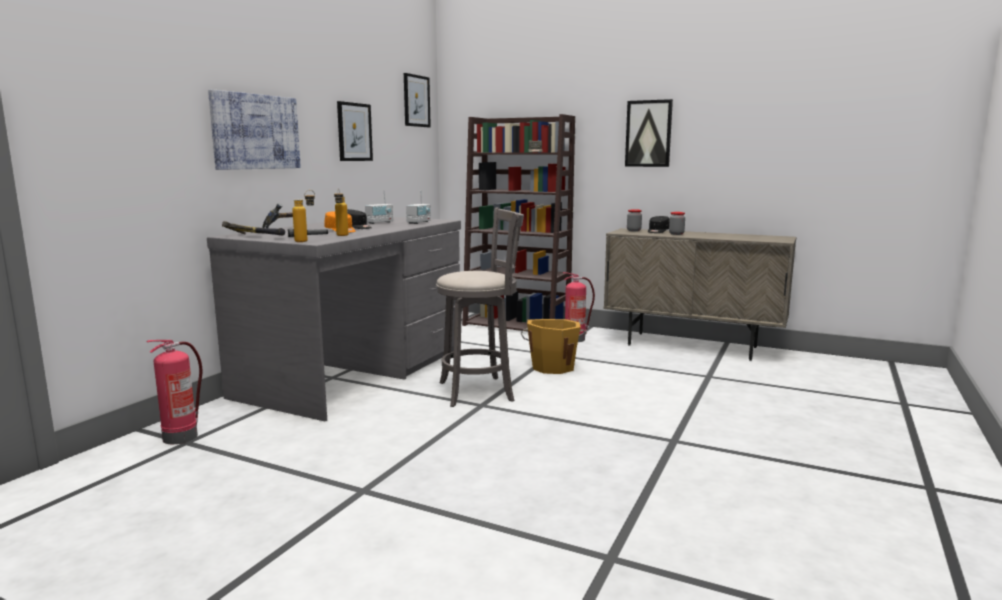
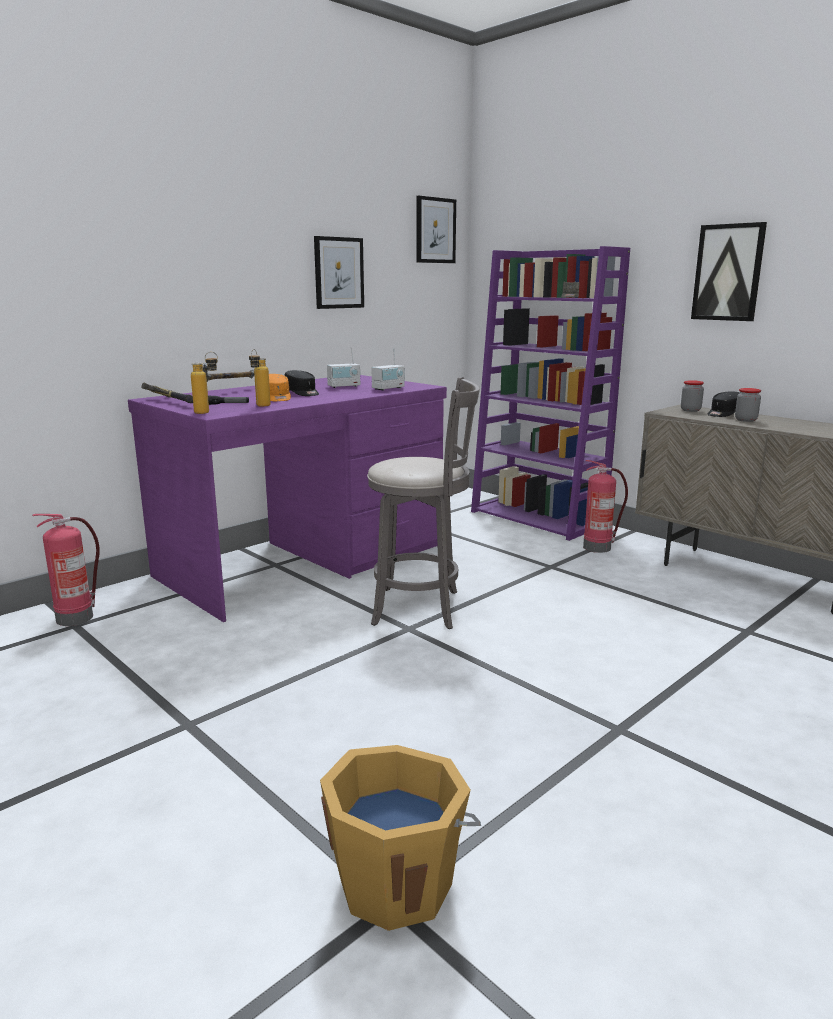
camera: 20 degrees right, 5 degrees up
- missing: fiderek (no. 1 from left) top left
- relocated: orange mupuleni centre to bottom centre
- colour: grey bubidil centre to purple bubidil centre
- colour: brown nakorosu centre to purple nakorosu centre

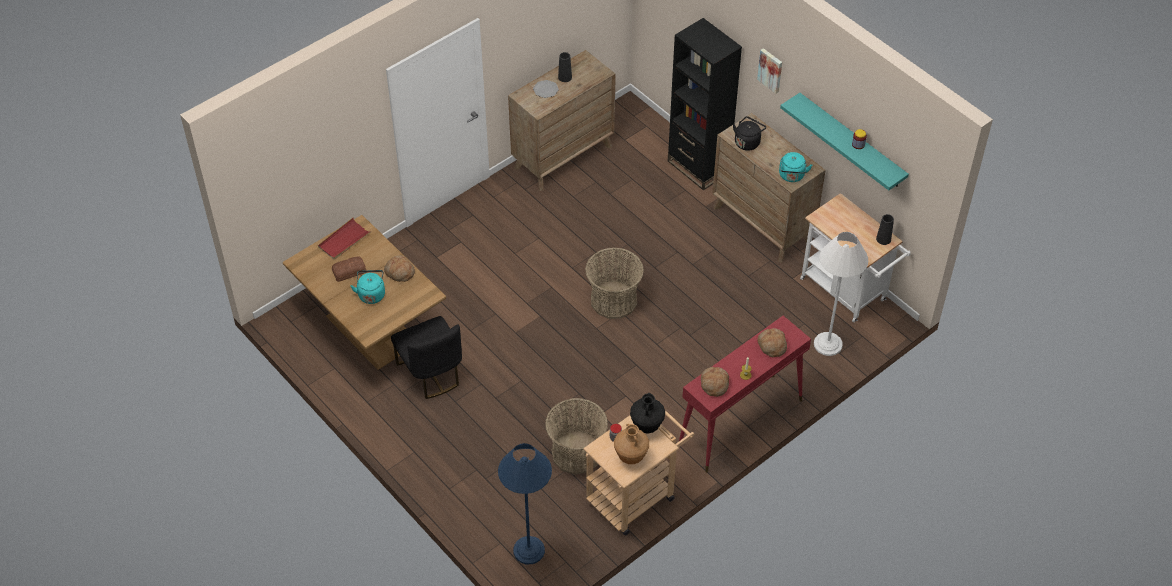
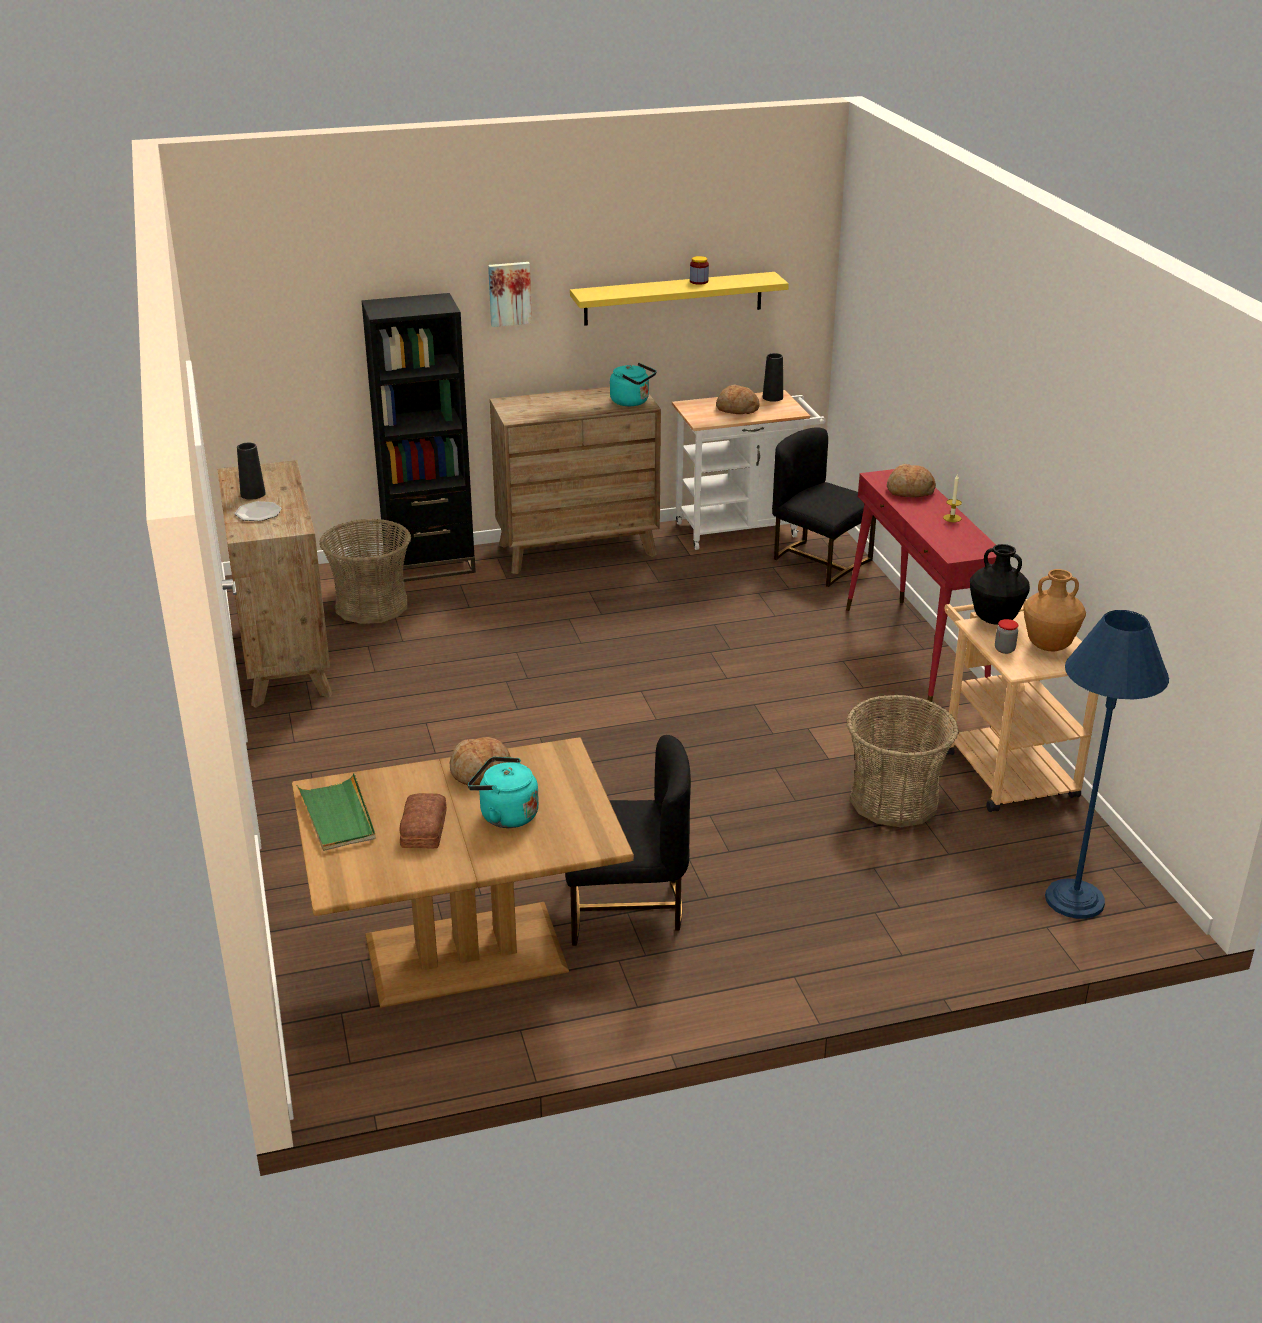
camera: 65 degrees left, 20 degrees down
- missing: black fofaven top centre
- relocated: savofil (no. 2 from left in the first image) centre to savofil (no. 1 from left) middle left
- relocated: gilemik (no. 3 from left) centre to top centre
- exchanged: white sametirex middle right to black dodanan (no. 2 from left) centre
- colour: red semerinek middle left to green semerinek middle left
- colour: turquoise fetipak top right to yellow fetipak top centre

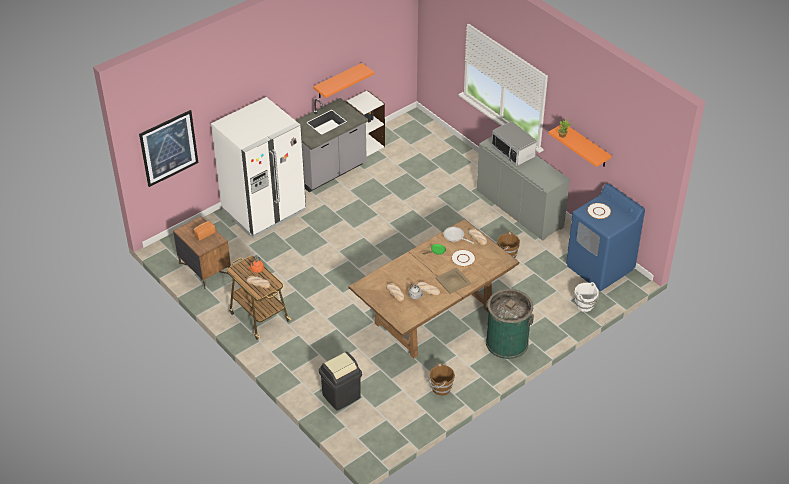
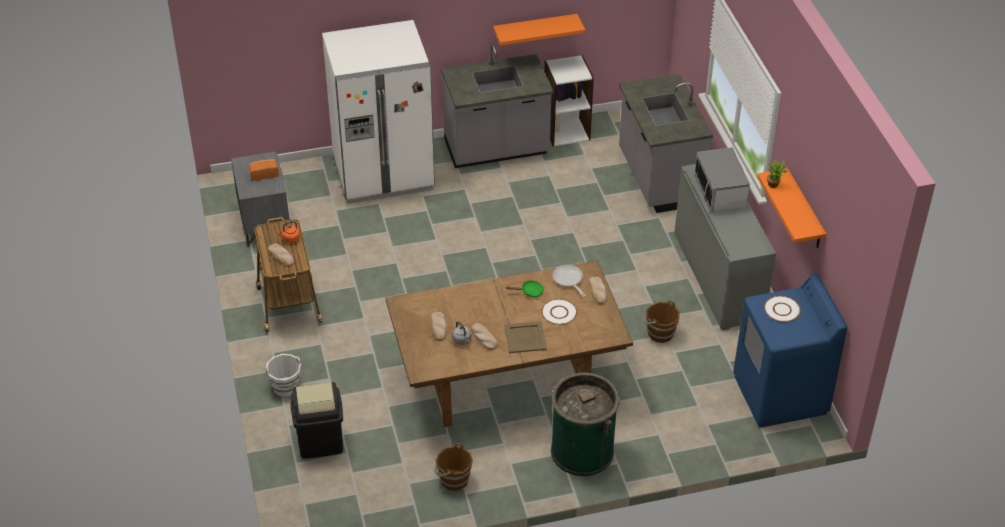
camera: 25 degrees right, 0 degrees up
- missing: fiderek top left
- appeared: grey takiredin (no. 2 from left) top centre
- relocated: white mupuleni middle right to bottom left
- colour: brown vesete middle left to grey vesete middle left

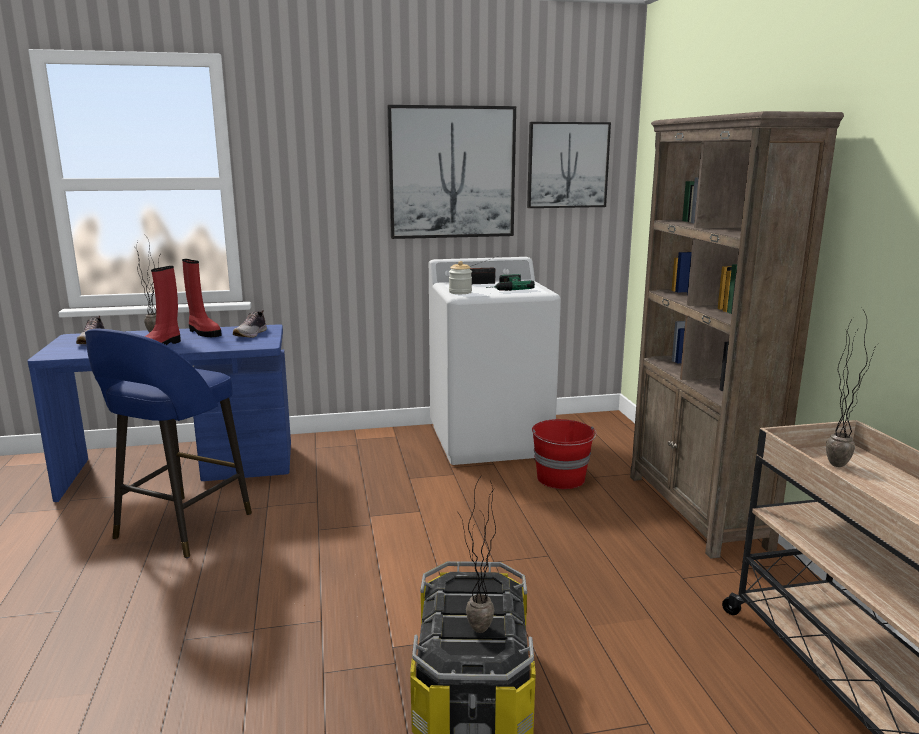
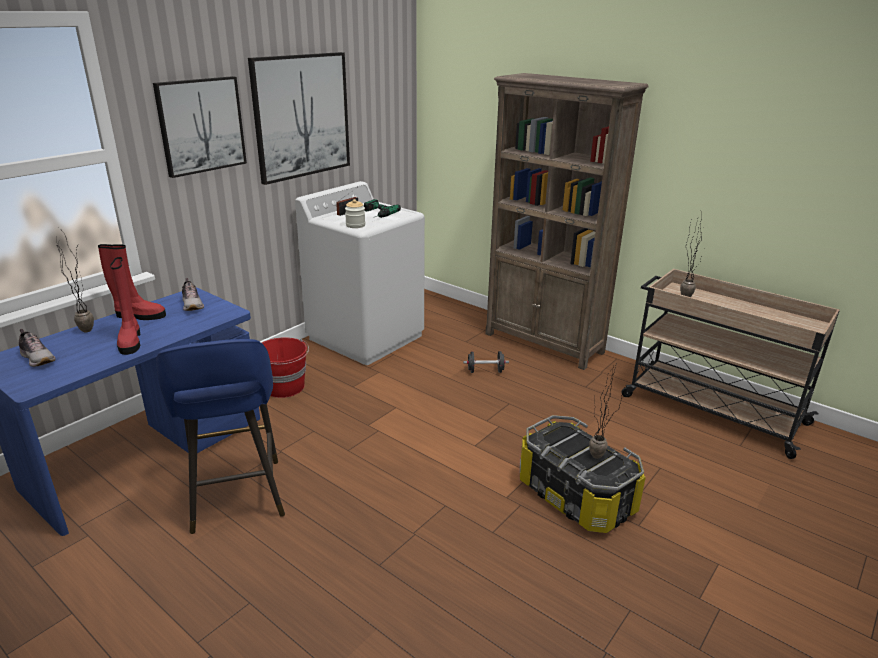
camera: 40 degrees left, 10 degrees up
- appeared: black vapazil centre
- relocated: fiderek (no. 2 from left in the first image) top centre to fiderek (no. 1 from left) top left
- relocated: red mupuleni centre to middle left

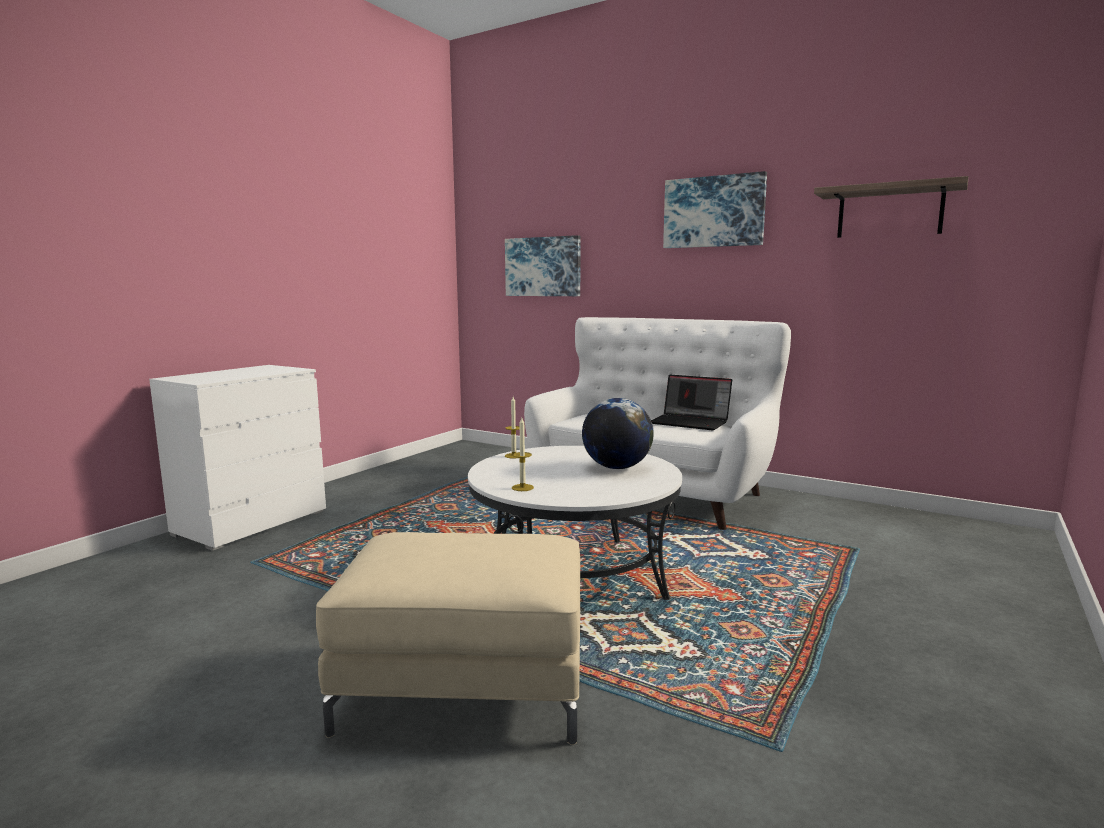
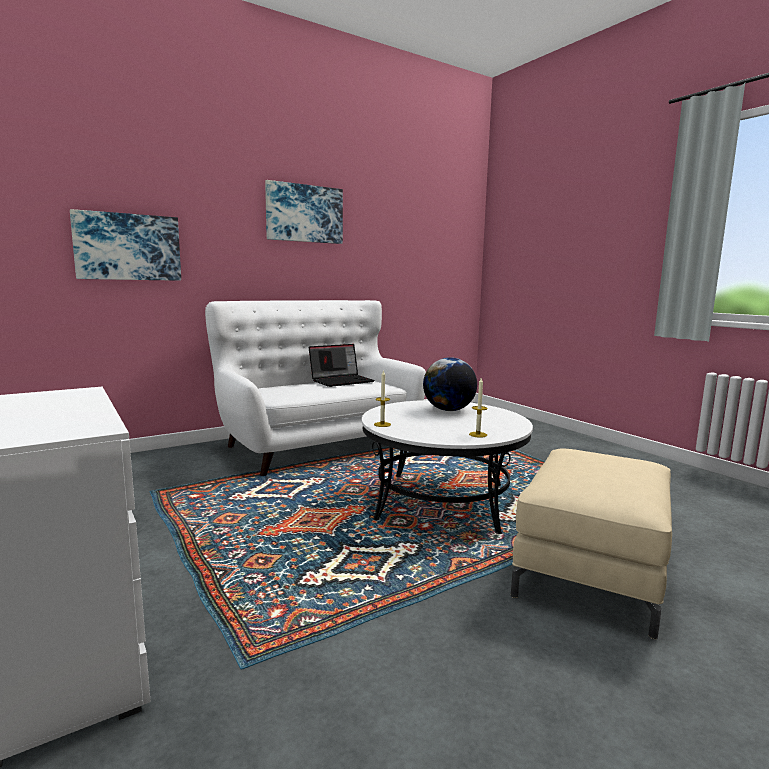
camera: 65 degrees left, 0 degrees up
- missing: fetipak top right

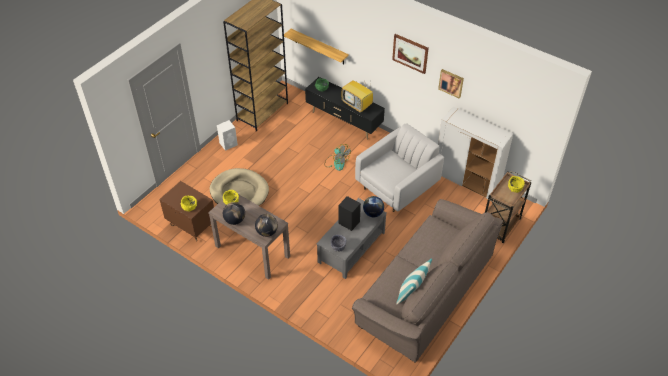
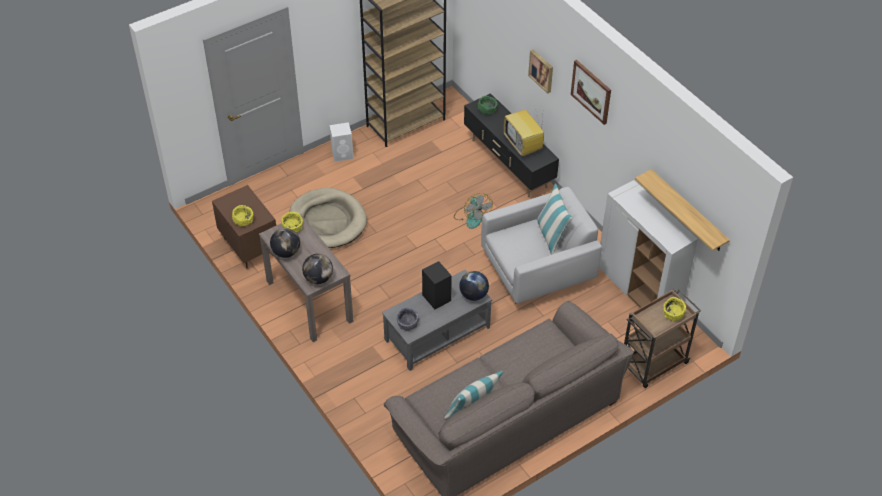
camera: 20 degrees right, 0 degrees up
- appeared: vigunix (no. 2 from left) centre
- relocated: fetipak top centre to middle right
- relocated: fiderek (no. 2 from left in the first image) top right to fiderek (no. 1 from left) top centre

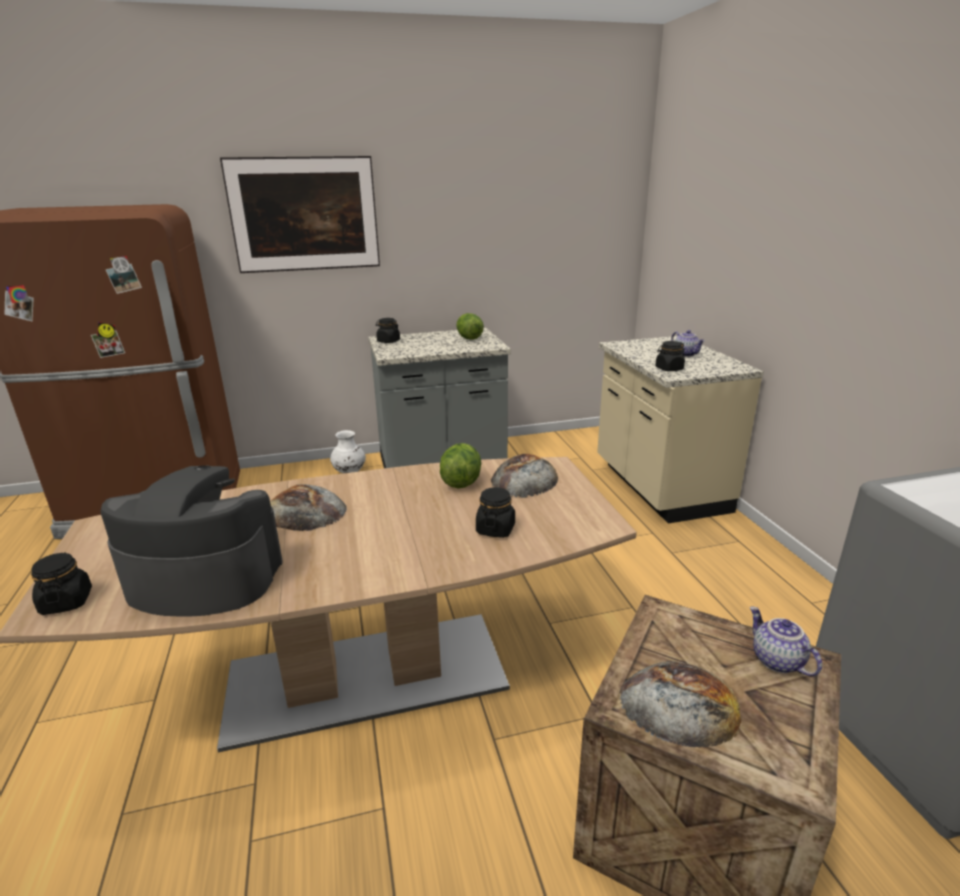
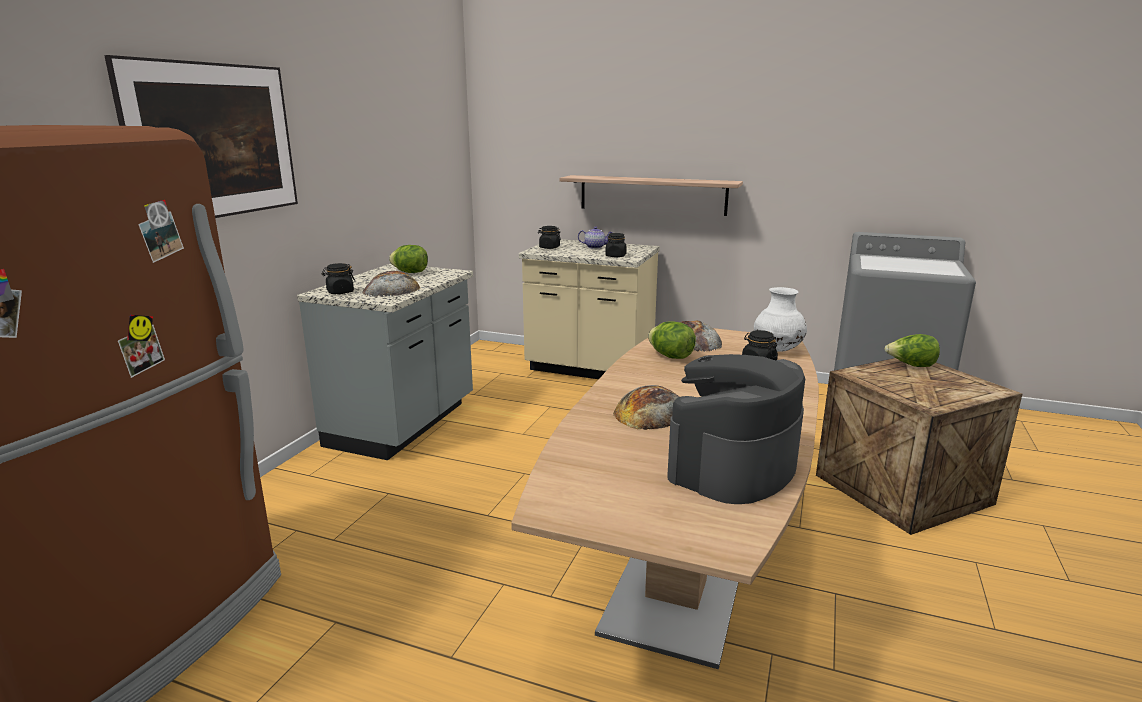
camera: 55 degrees left, 5 degrees down
- appeared: fetipak top centre
- relocated: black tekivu (no. 1 from left in the first image) middle left to black tekivu (no. 2 from left) centre
- relocated: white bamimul centre to middle right
- relocated: gilemik (no. 3 from left in the first image) bottom right to gilemik (no. 1 from left) centre
- exchanged: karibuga (no. 2 from left) bottom right to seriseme (no. 3 from left) middle right

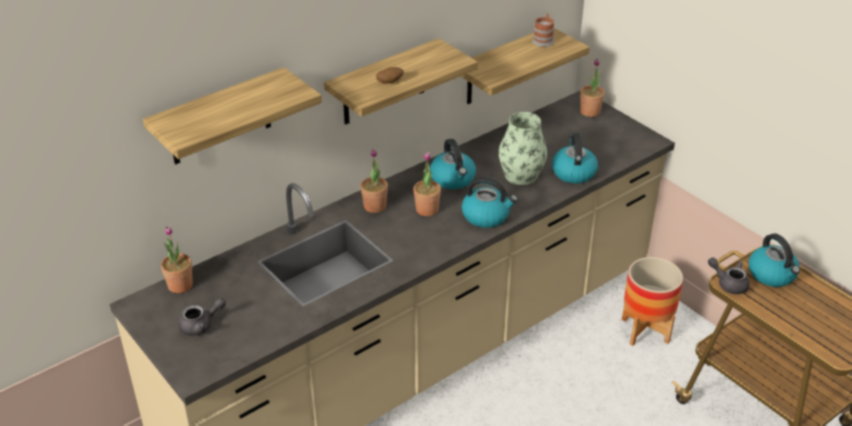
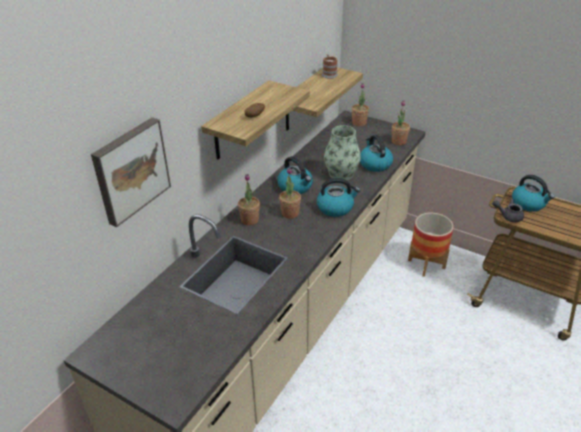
camera: 20 degrees left, 0 degrees up
- missing: grey karibuga (no. 1 from left) bottom left
- relocated: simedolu (no. 1 from left in the first image) middle left to simedolu (no. 4 from left) top right
- exchanged: fetipak (no. 1 from left) top left to fiderek middle left

